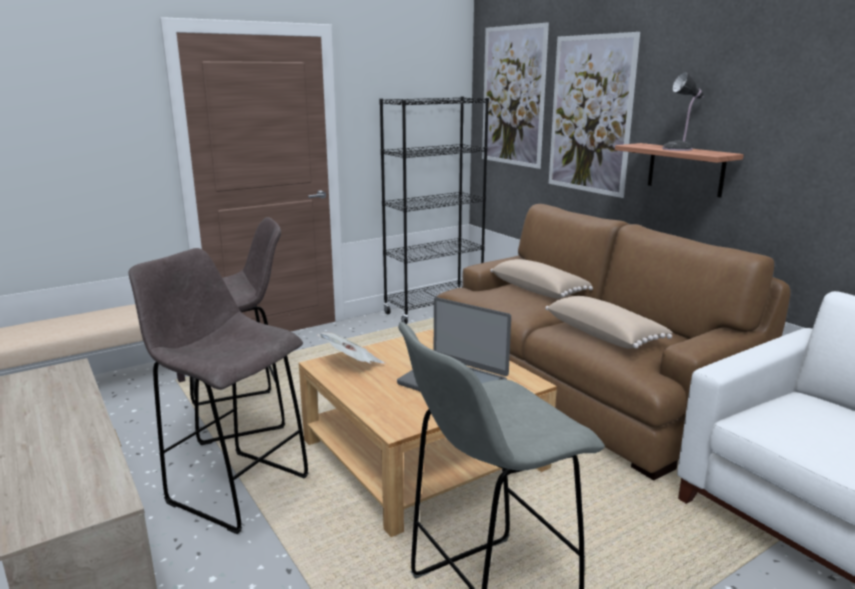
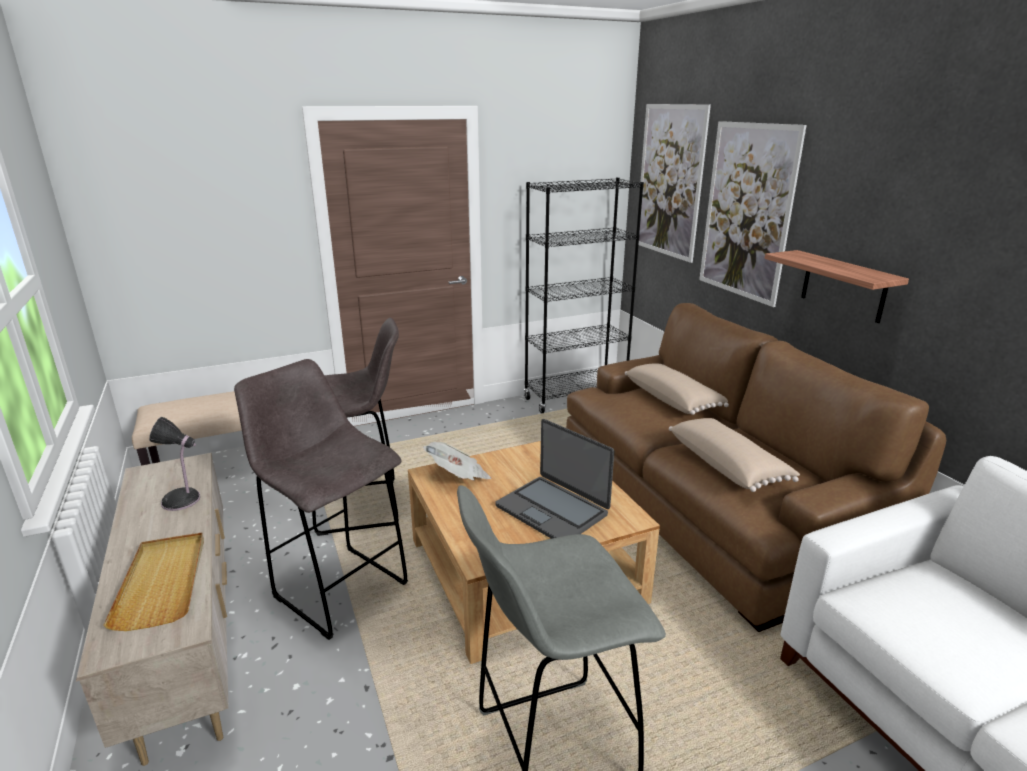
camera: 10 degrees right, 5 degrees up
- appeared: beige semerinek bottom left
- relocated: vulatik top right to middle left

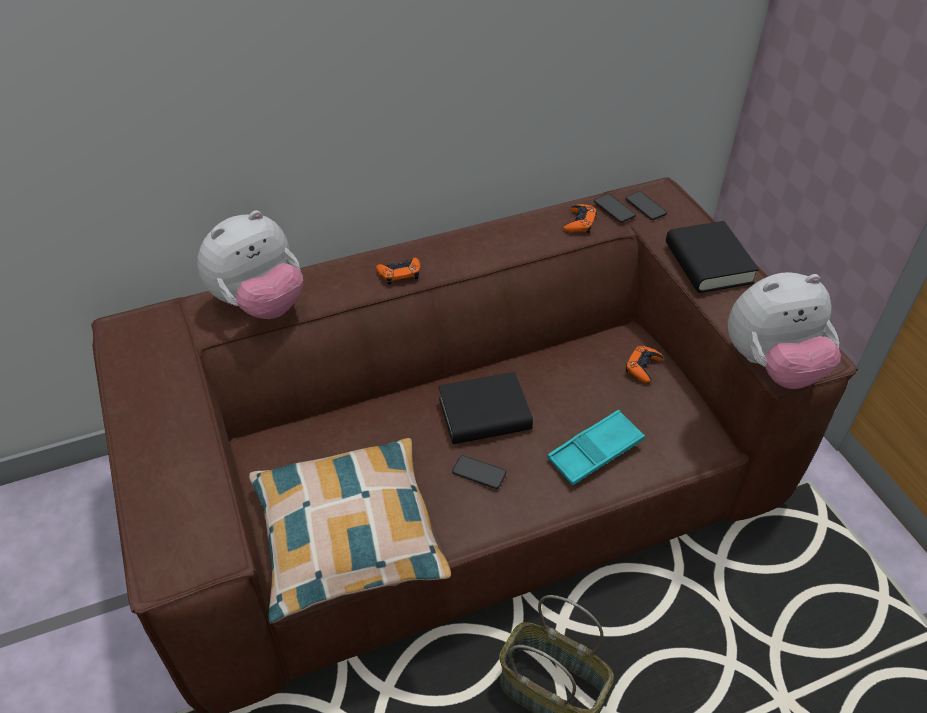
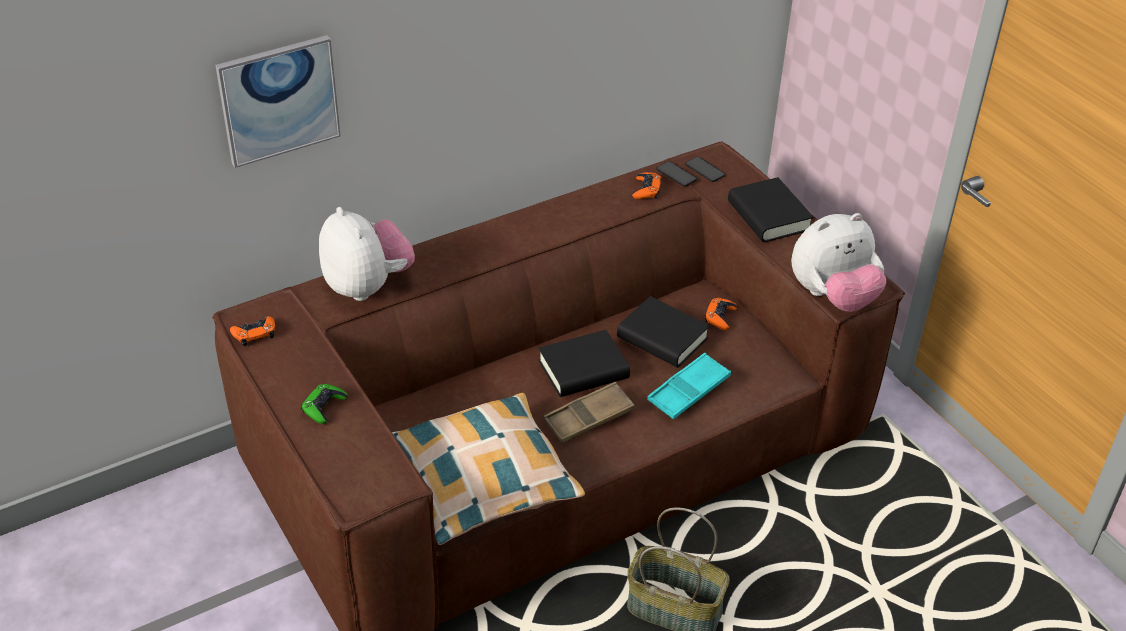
camera: 10 degrees left, 5 degrees down
- appeared: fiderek top left
- appeared: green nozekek middle left
- appeared: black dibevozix (no. 2 from left) centre
- relocated: orange nozekek (no. 1 from left) centre to middle left
- exchanged: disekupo (no. 1 from left) centre to brown semerinek centre
- spun: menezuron (no. 1 from left) middle left = middle left 75 degrees counterclockwise

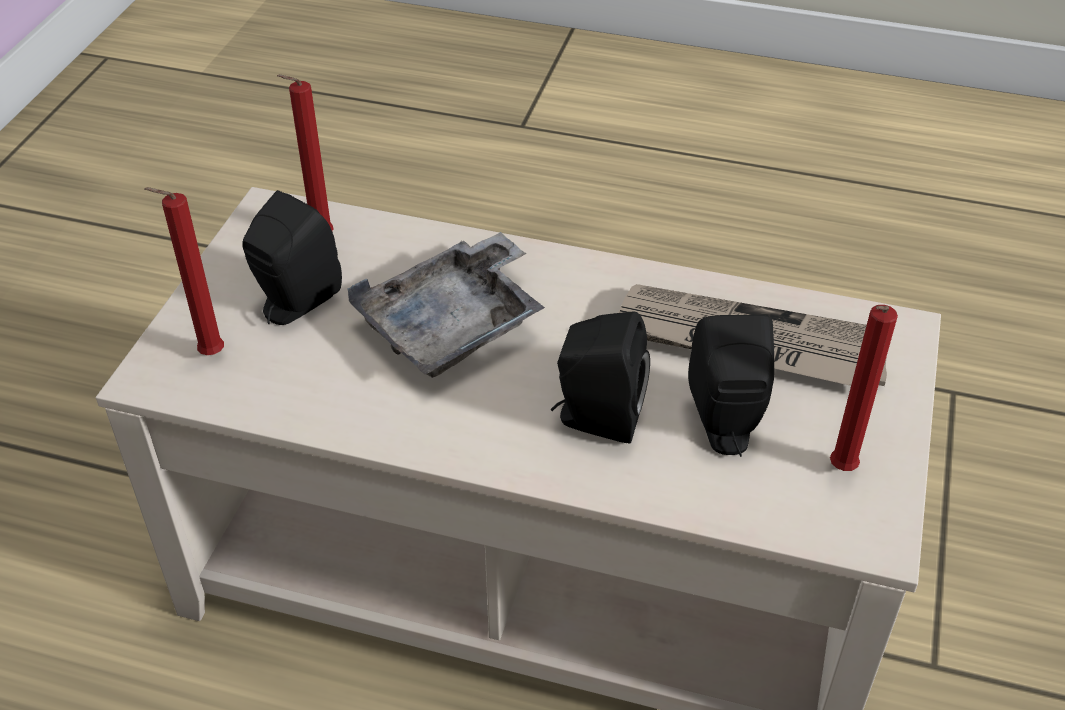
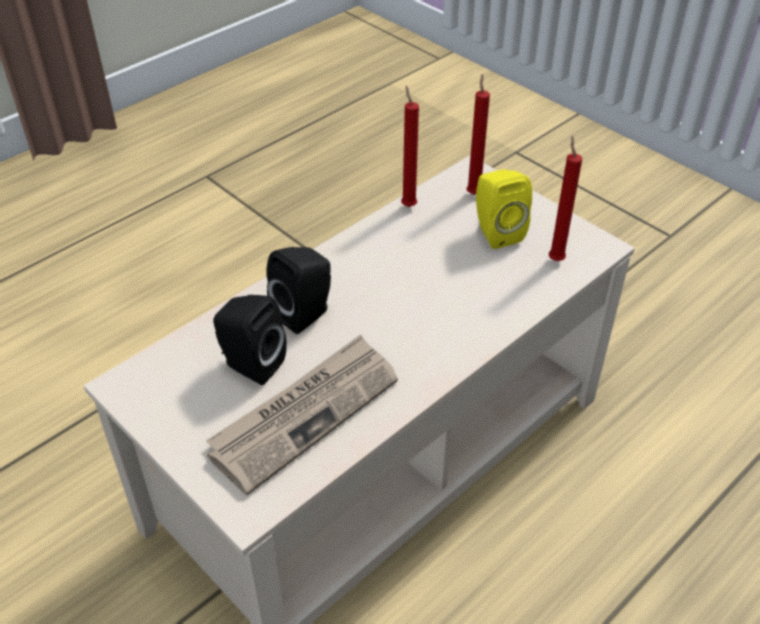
camera: 120 degrees right, 0 degrees up
- missing: grey semerinek centre
- relocated: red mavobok (no. 3 from left in the first image) middle right to red mavobok (no. 1 from left) top centre
- colour: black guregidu (no. 1 from left) middle left to yellow guregidu centre

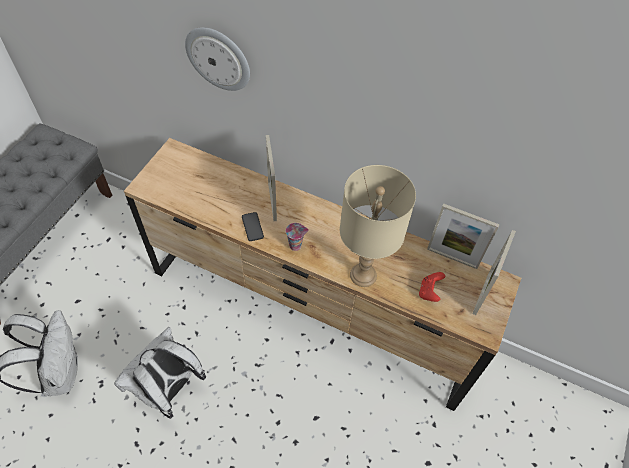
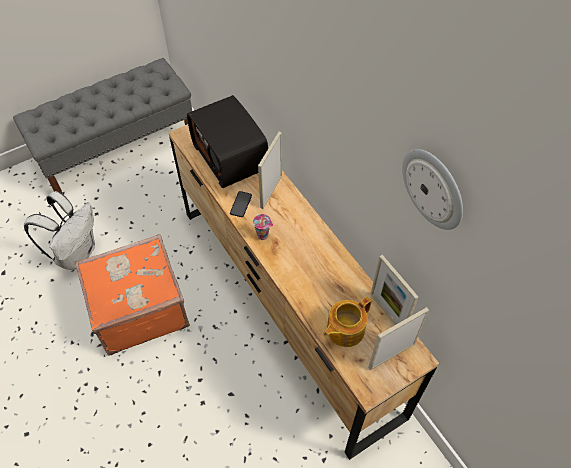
camera: 35 degrees right, 0 degrees up
- missing: beige vulatik centre
- appeared: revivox top centre
- relocated: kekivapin top centre to middle right
- exchanged: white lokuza (no. 2 from left) bottom left to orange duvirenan middle left
- exchanged: red nozekek middle right to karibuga bottom centre

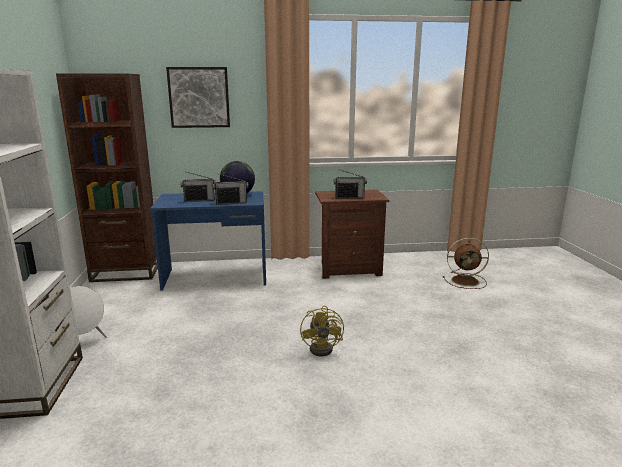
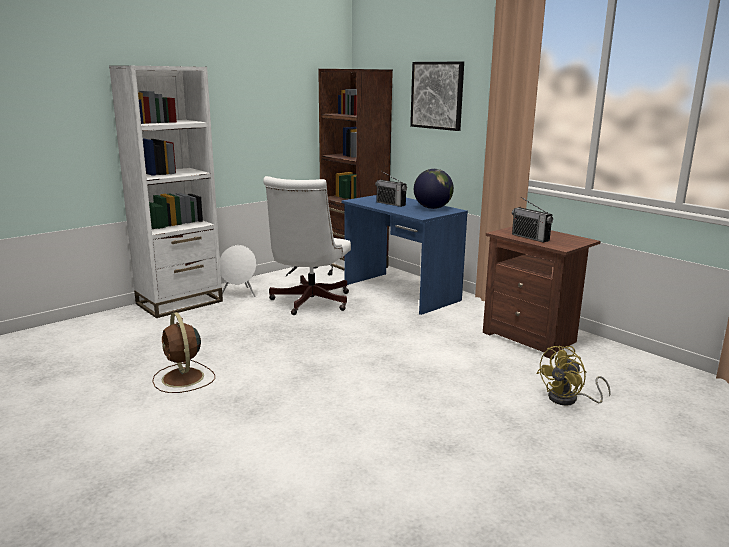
camera: 55 degrees right, 0 degrees up
- missing: revivox (no. 2 from left) centre
- appeared: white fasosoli centre
- relocated: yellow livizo bottom centre to bottom right
- relocated: brown livizo middle right to middle left

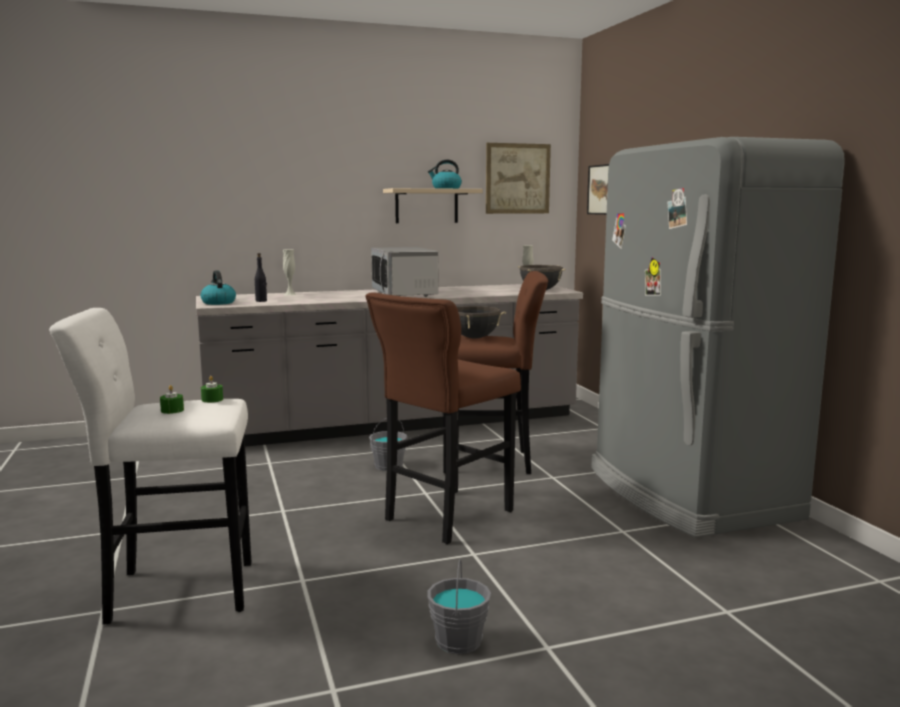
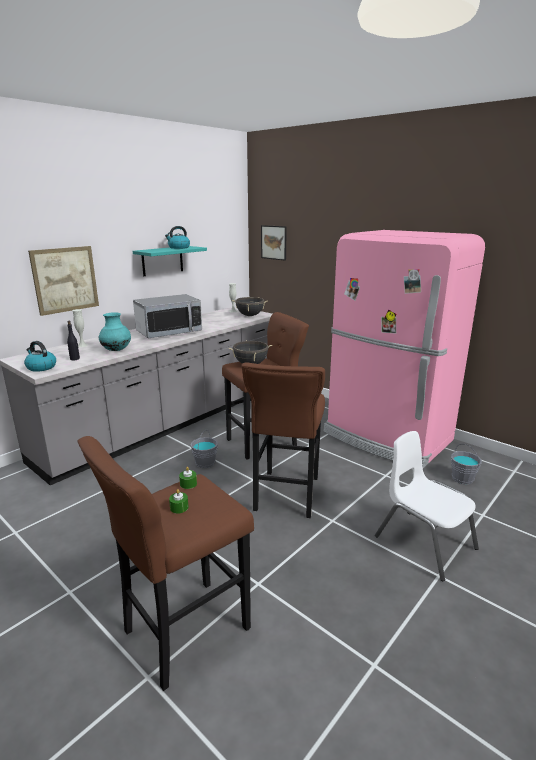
camera: 30 degrees left, 10 degrees up
- appeared: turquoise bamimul middle left
- appeared: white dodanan middle right
- relocated: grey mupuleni (no. 2 from left) bottom centre to middle right
- relocated: fiderek (no. 1 from left) top centre to middle left
- colour: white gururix middle left to brown gururix (no. 1 from left) bottom left
- colour: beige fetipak top centre to turquoise fetipak middle left
- colour: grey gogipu middle right to pink gogipu middle right
- spun: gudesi centre = middle left 75 degrees counterclockwise

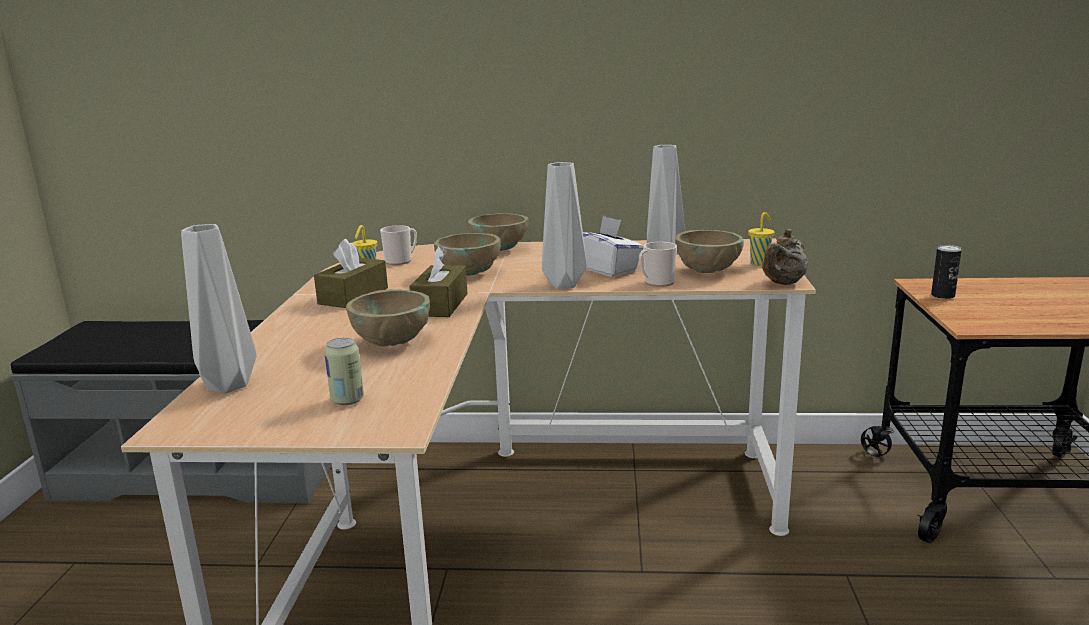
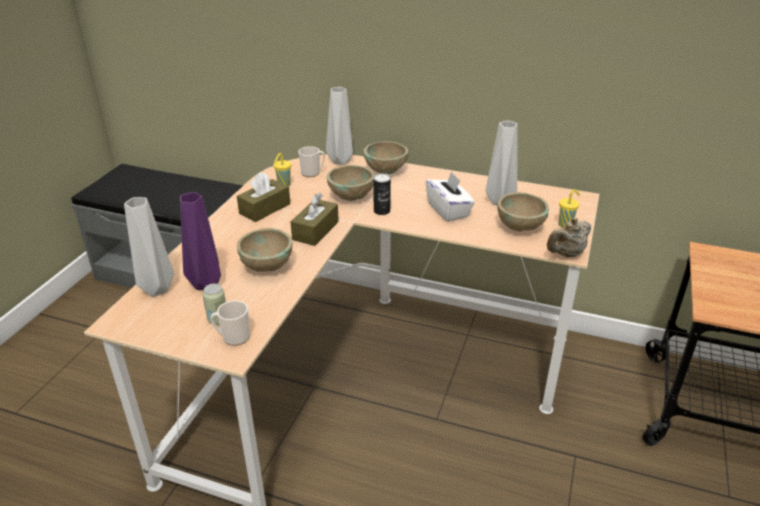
camera: 15 degrees right, 15 degrees up
- appeared: purple bamimul middle left
- relocated: grey bamimul (no. 2 from left) centre to top centre
- relocated: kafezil (no. 2 from left in the first image) centre to kafezil (no. 1 from left) middle left
- relocated: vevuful (no. 2 from left) middle right to centre

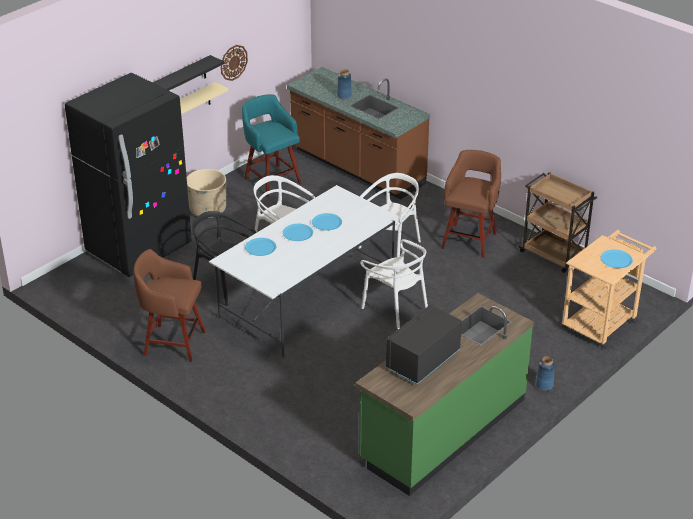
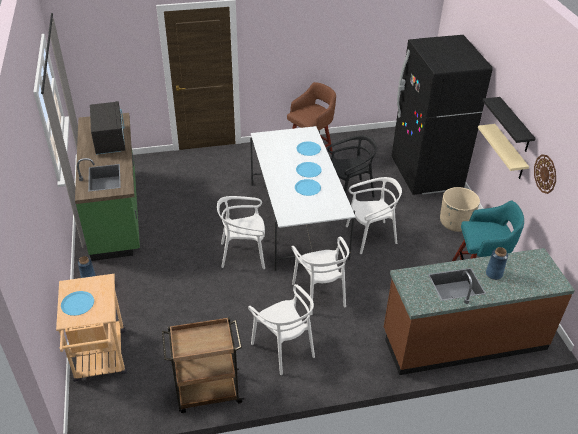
camera: 125 degrees right, 5 degrees up
- exchanged: brown gururix (no. 2 from left) middle right to white dodanan (no. 2 from left) bottom centre

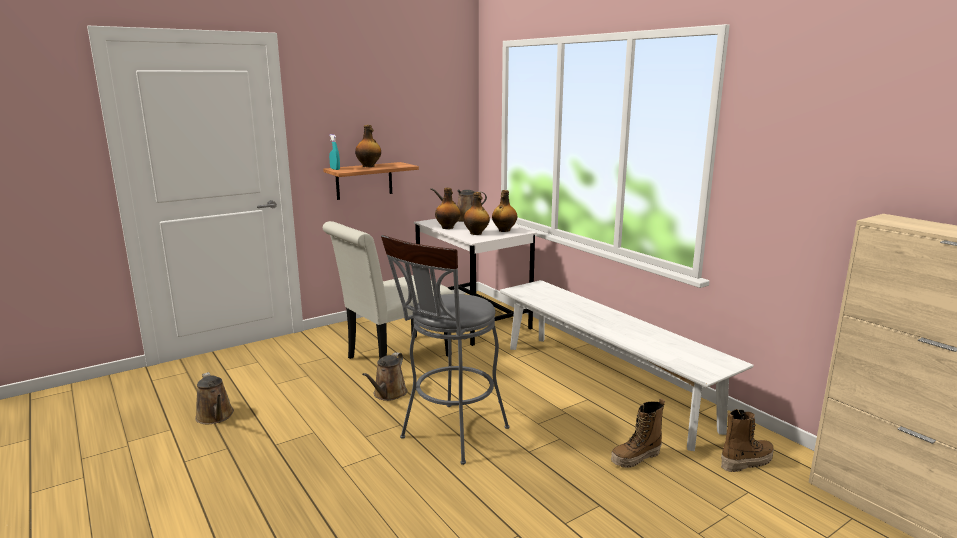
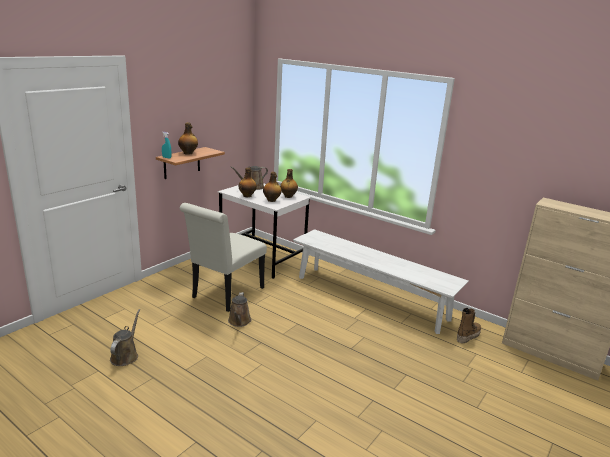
camera: 20 degrees left, 5 degrees up
- missing: grey gururix centre
- missing: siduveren (no. 1 from left) bottom right
- spun: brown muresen (no. 1 from left) bottom left = bottom left 120 degrees counterclockwise

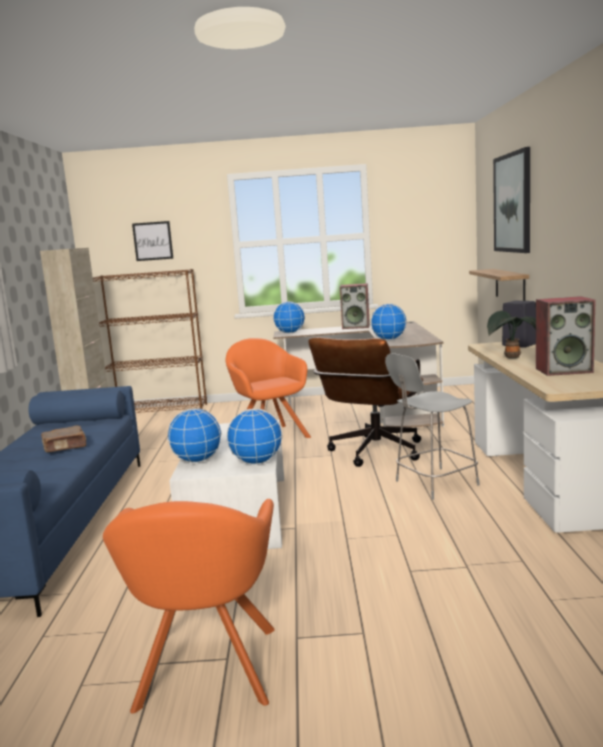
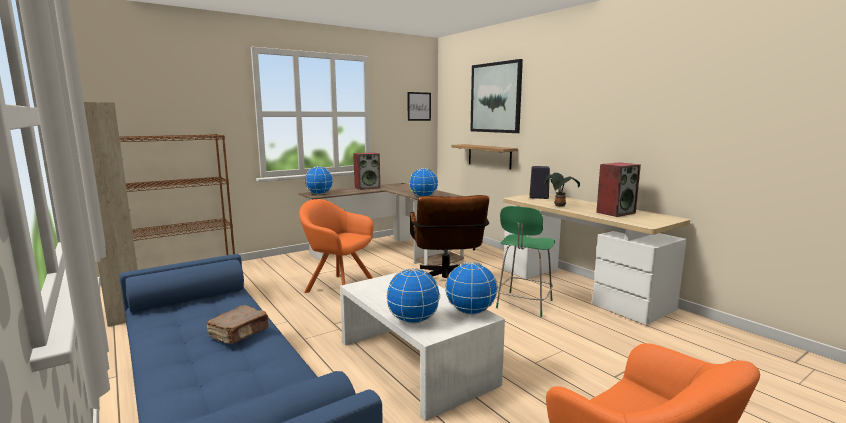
camera: 35 degrees left, 0 degrees up
- relocated: fiderek (no. 1 from left) top left to top centre
- colour: grey gururix middle right to green gururix centre

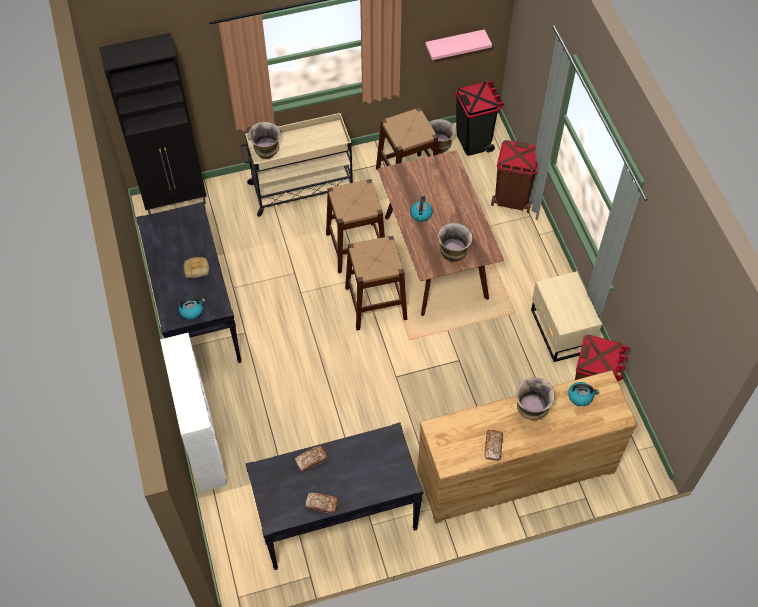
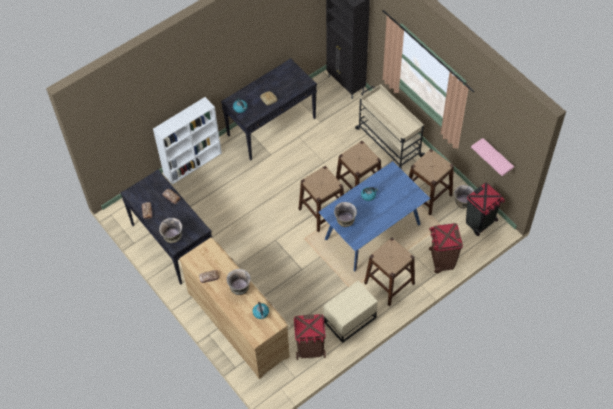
camera: 70 degrees right, 0 degrees up
- appeared: brown gururix (no. 3 from left) centre
- relocated: bamimul (no. 1 from left) top centre to middle left
- colour: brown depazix centre to blue depazix centre

